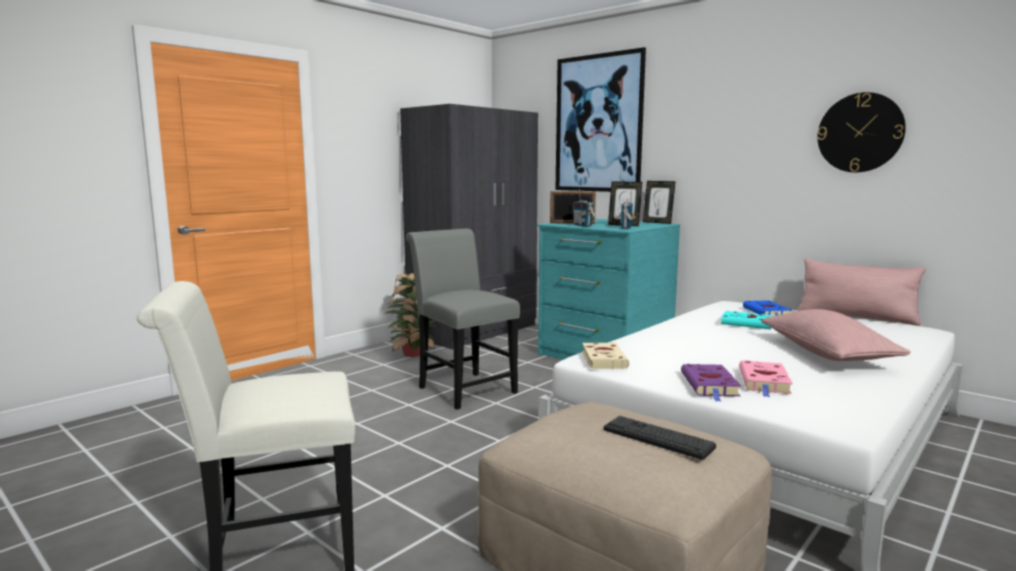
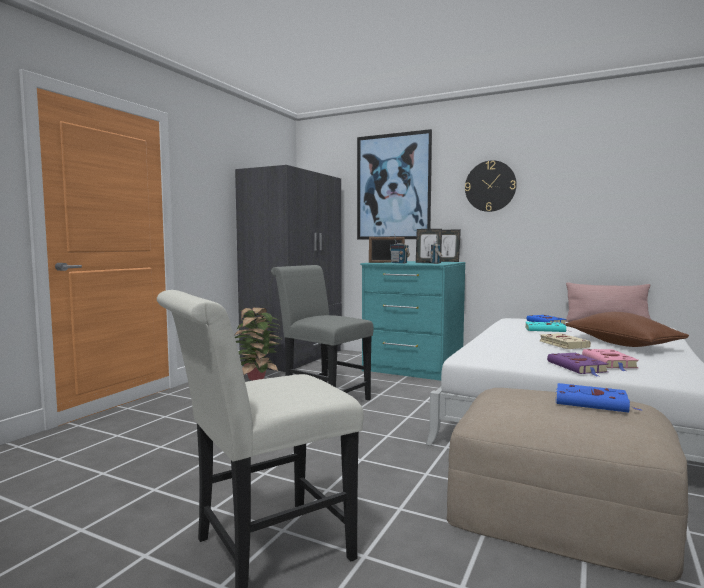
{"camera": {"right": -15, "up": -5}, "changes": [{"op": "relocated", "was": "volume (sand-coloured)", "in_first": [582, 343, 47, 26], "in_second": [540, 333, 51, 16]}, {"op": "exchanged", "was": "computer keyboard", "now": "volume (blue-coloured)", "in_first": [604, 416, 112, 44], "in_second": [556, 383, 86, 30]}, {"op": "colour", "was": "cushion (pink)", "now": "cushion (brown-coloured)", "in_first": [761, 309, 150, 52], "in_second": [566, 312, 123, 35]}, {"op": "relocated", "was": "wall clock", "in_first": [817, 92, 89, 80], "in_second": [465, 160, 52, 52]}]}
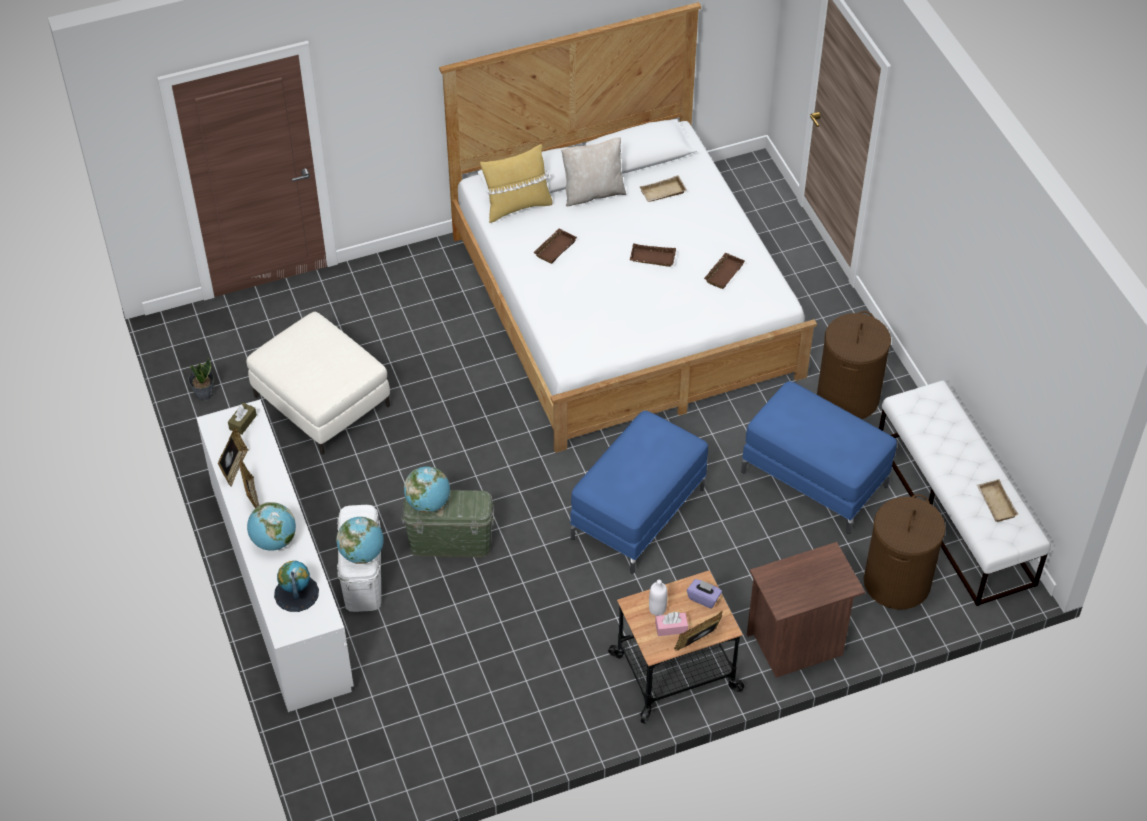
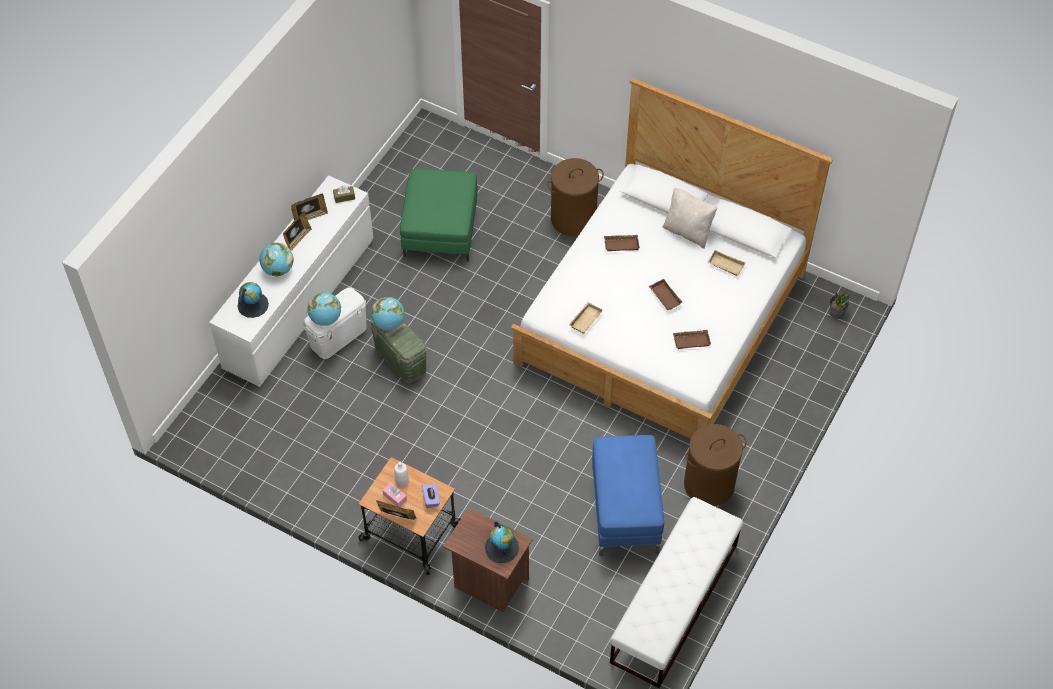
{"camera": {"right": 50, "up": 5}, "changes": [{"op": "relocated", "was": "houseplant", "in_first": [188, 358, 26, 43], "in_second": [830, 291, 20, 28]}, {"op": "colour", "was": "ottoman (white-coloured)", "now": "ottoman (greenish)", "in_first": [246, 312, 144, 143], "in_second": [400, 168, 77, 94]}, {"op": "missing", "was": "cushion (yellow-coloured)", "in_first": [480, 144, 72, 79]}, {"op": "missing", "was": "ottoman (blue-coloured)", "in_first": [570, 411, 138, 163]}, {"op": "relocated", "was": "hamper (brown-coloured)", "in_first": [864, 494, 82, 115], "in_second": [547, 158, 57, 79]}, {"op": "relocated", "was": "serving tray (sand-coloured)", "in_first": [977, 479, 42, 43], "in_second": [569, 302, 34, 32]}, {"op": "appeared", "now": "world globe", "in_second": [485, 521, 34, 42]}]}
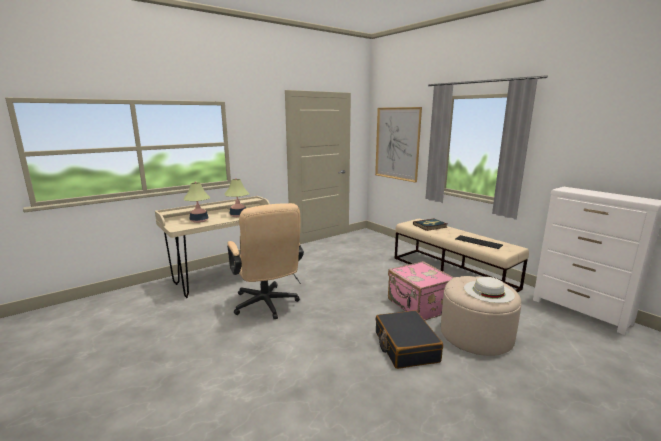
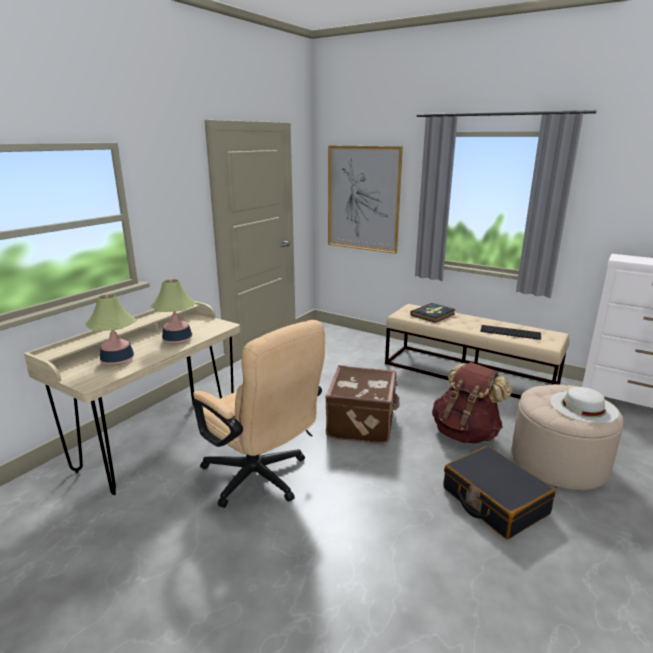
{"camera": {"right": -20, "up": 5}, "changes": [{"op": "exchanged", "was": "piece of luggage (pink)", "now": "knapsack (brown-coloured)", "in_first": [388, 261, 66, 59], "in_second": [432, 362, 80, 81]}, {"op": "appeared", "now": "piece of luggage (brown-coloured)", "in_second": [326, 365, 74, 79]}]}
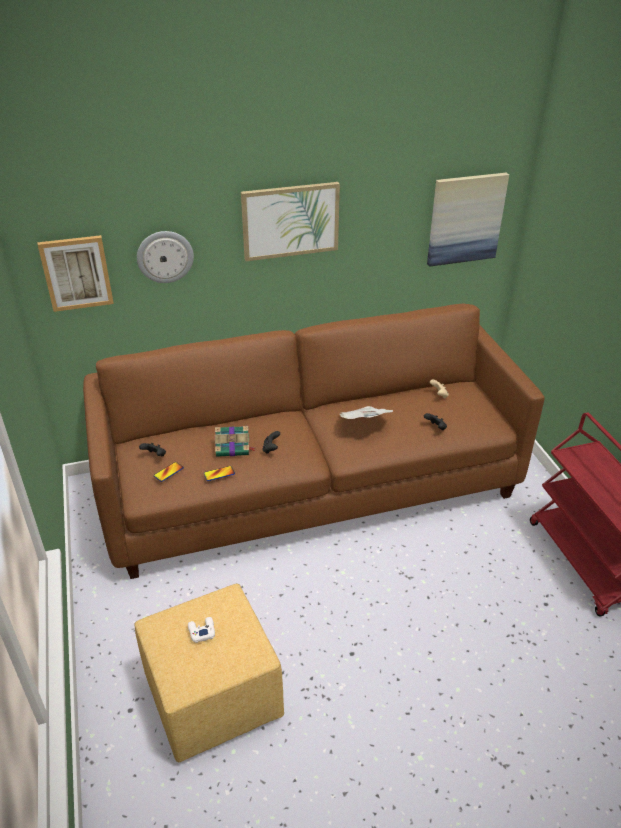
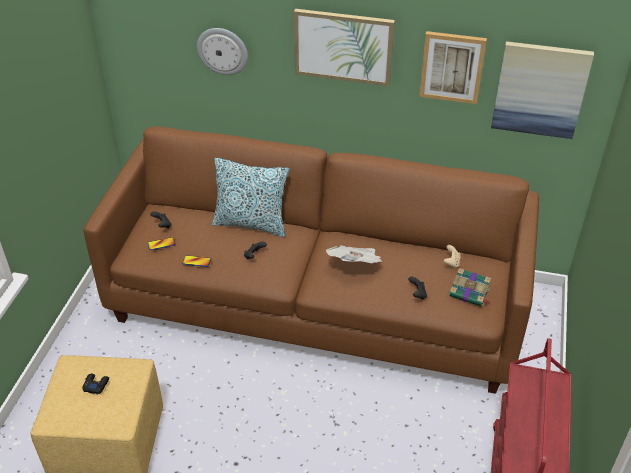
{"camera": {"right": 30, "up": 5}, "changes": [{"op": "relocated", "was": "wall picture", "in_first": [38, 235, 76, 77], "in_second": [419, 31, 68, 73]}, {"op": "colour", "was": "gamepad (white-coloured)", "now": "gamepad (blackish)", "in_first": [188, 617, 27, 26], "in_second": [82, 374, 27, 20]}, {"op": "relocated", "was": "volume", "in_first": [215, 426, 41, 31], "in_second": [449, 268, 42, 38]}, {"op": "appeared", "now": "cushion", "in_second": [212, 158, 77, 79]}]}
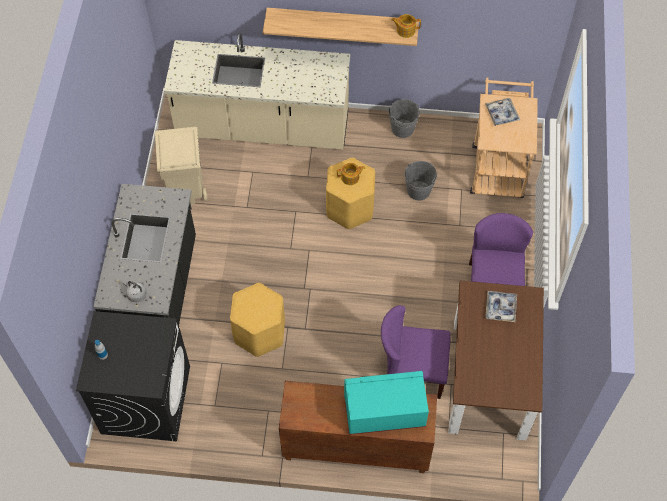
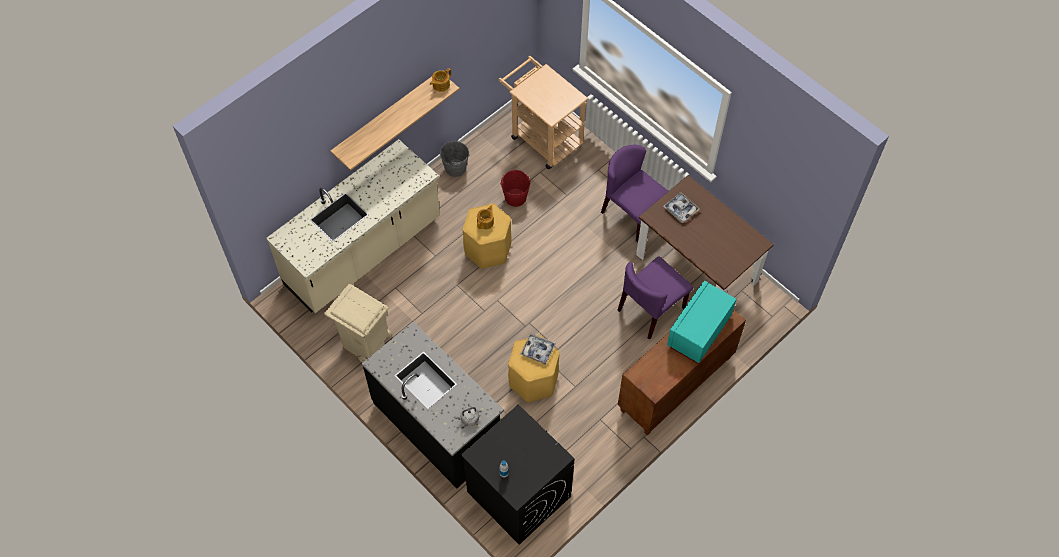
{"camera": {"right": -50, "up": 0}, "changes": [{"op": "colour", "was": "pail (gray)", "now": "pail (red)", "in_first": [405, 161, 32, 40], "in_second": [500, 170, 31, 37]}, {"op": "relocated", "was": "serving tray", "in_first": [485, 98, 35, 28], "in_second": [520, 333, 36, 32]}]}
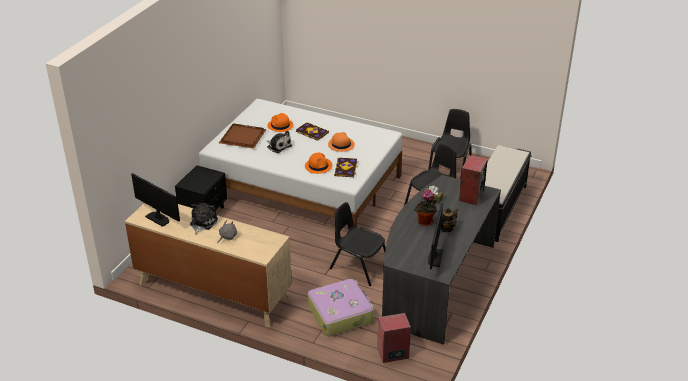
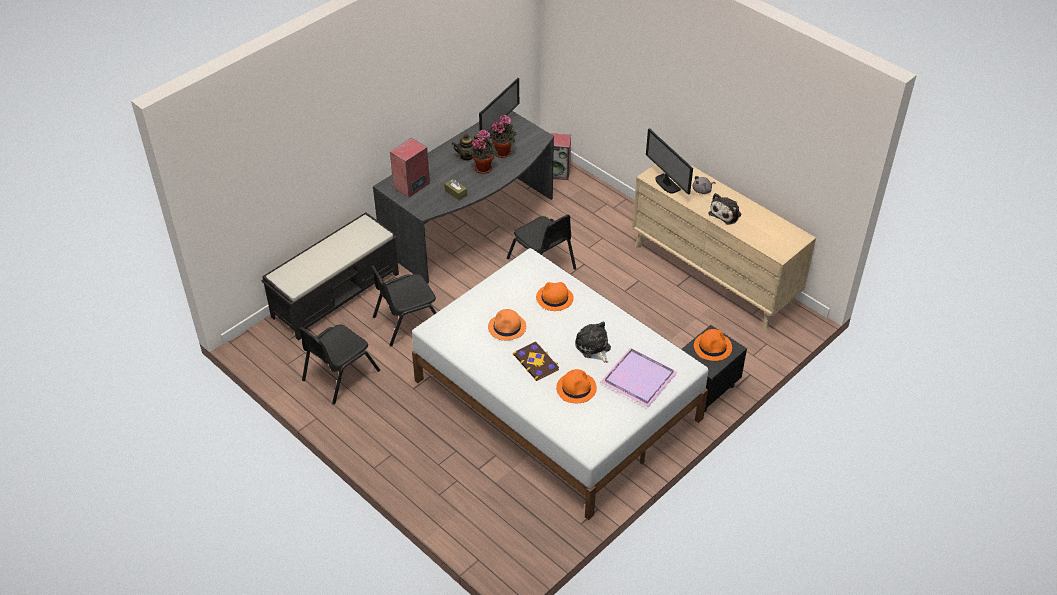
{"camera": {"right": -160, "up": 10}, "changes": [{"op": "relocated", "was": "computer display", "in_first": [131, 173, 49, 54], "in_second": [646, 128, 47, 67]}, {"op": "colour", "was": "serving tray (brown-coloured)", "now": "serving tray (purplish)", "in_first": [219, 123, 48, 26], "in_second": [601, 348, 77, 59]}, {"op": "missing", "was": "piece of luggage", "in_first": [307, 279, 67, 57]}, {"op": "missing", "was": "volume", "in_first": [334, 157, 24, 20]}, {"op": "appeared", "now": "houseplant", "in_second": [489, 115, 27, 43]}, {"op": "appeared", "now": "wearable hat (orange)", "in_second": [694, 329, 38, 32]}]}
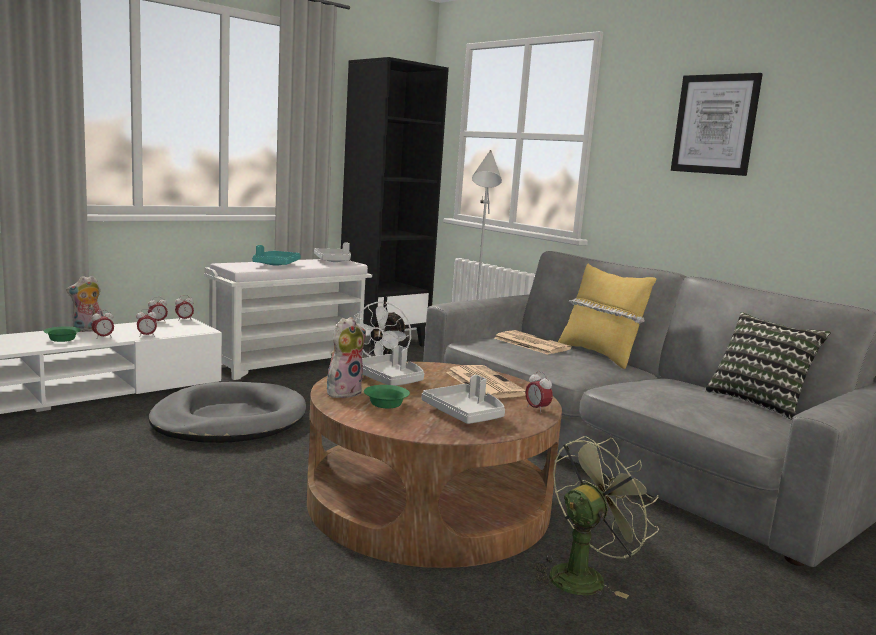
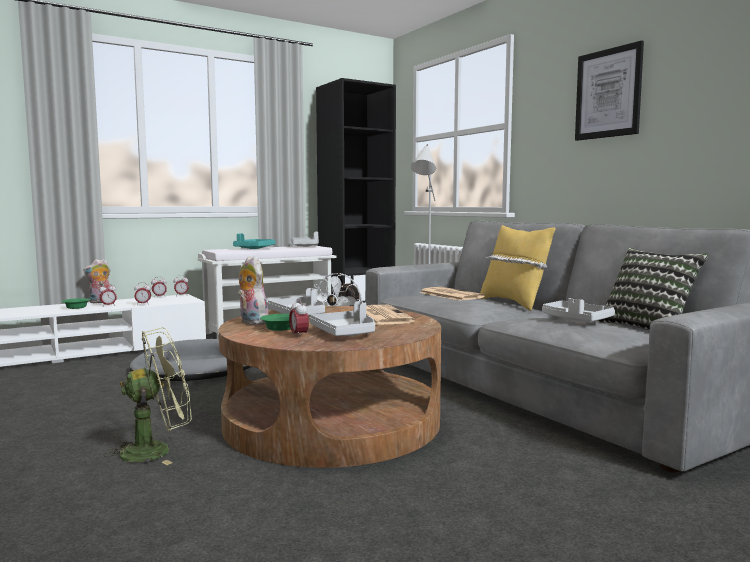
{"camera": {"right": 10, "up": -5}, "changes": [{"op": "spun", "was": "soft toy", "in_first": [327, 317, 39, 81], "in_second": [238, 256, 31, 69], "clockwise": -90}, {"op": "relocated", "was": "table clock", "in_first": [526, 371, 27, 42], "in_second": [289, 299, 20, 39]}, {"op": "relocated", "was": "electric fan (greenish)", "in_first": [533, 436, 126, 163], "in_second": [103, 327, 89, 138]}, {"op": "appeared", "now": "serving tray (gray)", "in_second": [542, 298, 73, 23]}]}
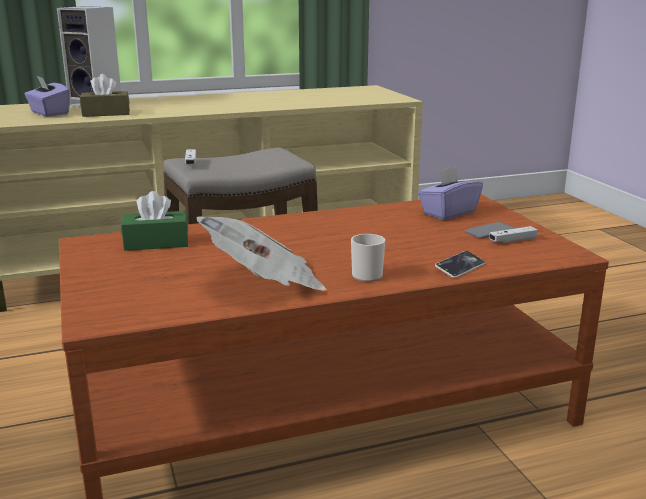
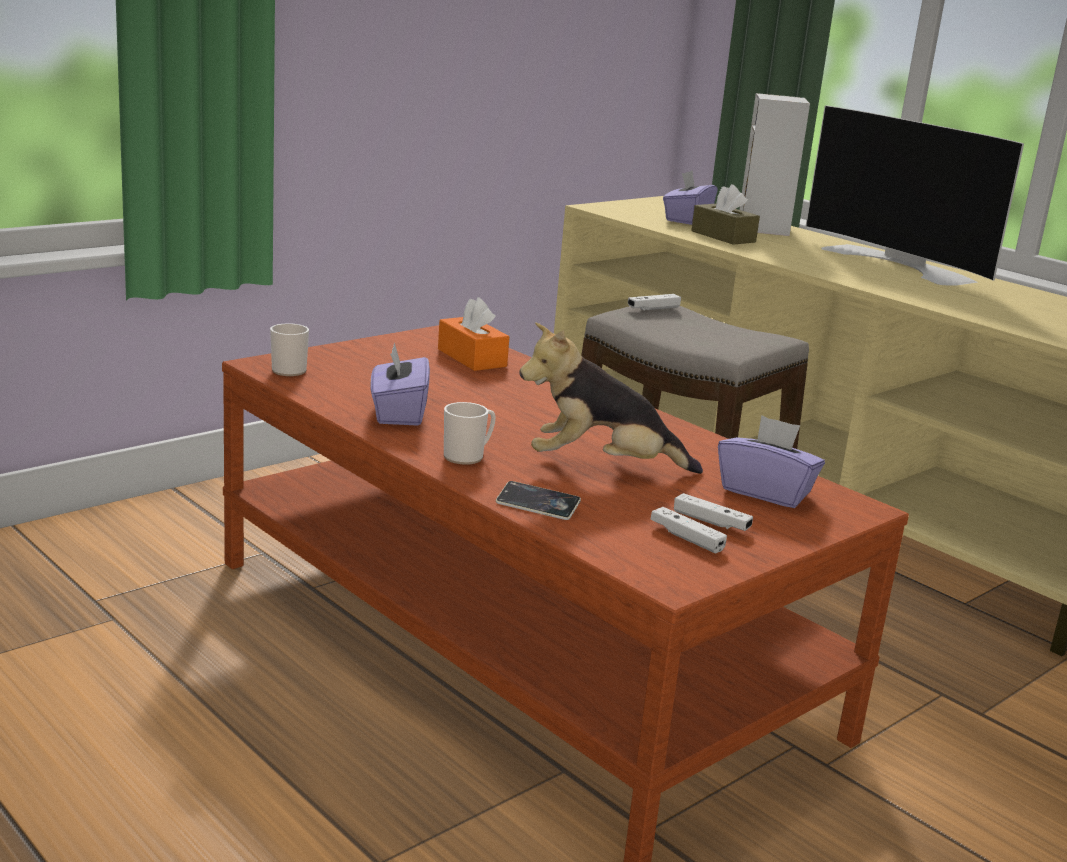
{"camera": {"right": 65, "up": 0}, "changes": [{"op": "colour", "was": "tissue holder (greenish)", "now": "tissue holder (orange)", "in_first": [121, 191, 67, 60], "in_second": [438, 297, 71, 74]}, {"op": "exchanged", "was": "daily paper", "now": "tissue holder (purplish)", "in_first": [197, 216, 130, 75], "in_second": [371, 342, 59, 84]}, {"op": "exchanged", "was": "handset", "now": "gamepad (white-coloured)", "in_first": [465, 222, 50, 16], "in_second": [674, 493, 79, 38]}, {"op": "appeared", "now": "mug", "in_second": [270, 323, 39, 53]}, {"op": "appeared", "now": "soft toy", "in_second": [519, 323, 184, 151]}, {"op": "appeared", "now": "TV", "in_second": [806, 105, 218, 181]}]}
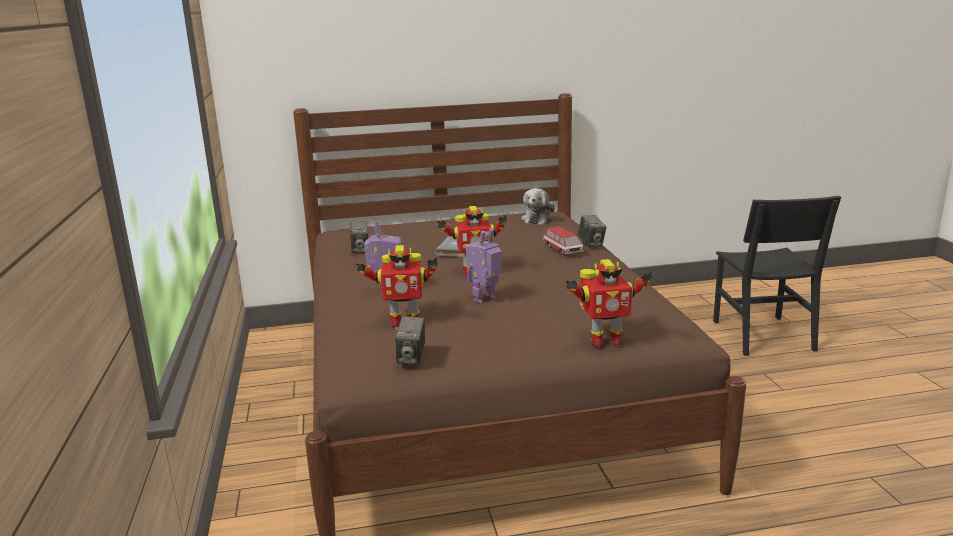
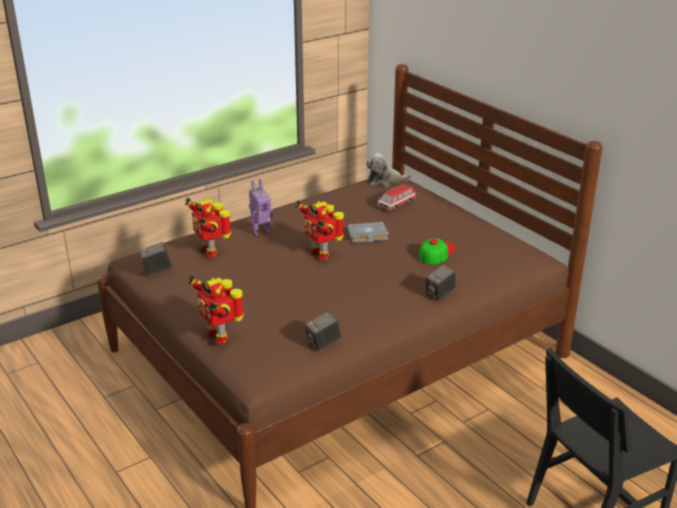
{"camera": {"right": 65, "up": 10}, "changes": [{"op": "relocated", "was": "photo camera", "in_first": [349, 221, 19, 32], "in_second": [305, 311, 36, 40]}, {"op": "missing", "was": "model robot", "in_first": [465, 228, 37, 75]}, {"op": "relocated", "was": "soft toy", "in_first": [522, 188, 33, 37], "in_second": [366, 153, 46, 34]}, {"op": "relocated", "was": "model car", "in_first": [543, 226, 41, 29], "in_second": [377, 184, 38, 27]}, {"op": "appeared", "now": "cap", "in_second": [419, 238, 37, 26]}]}
